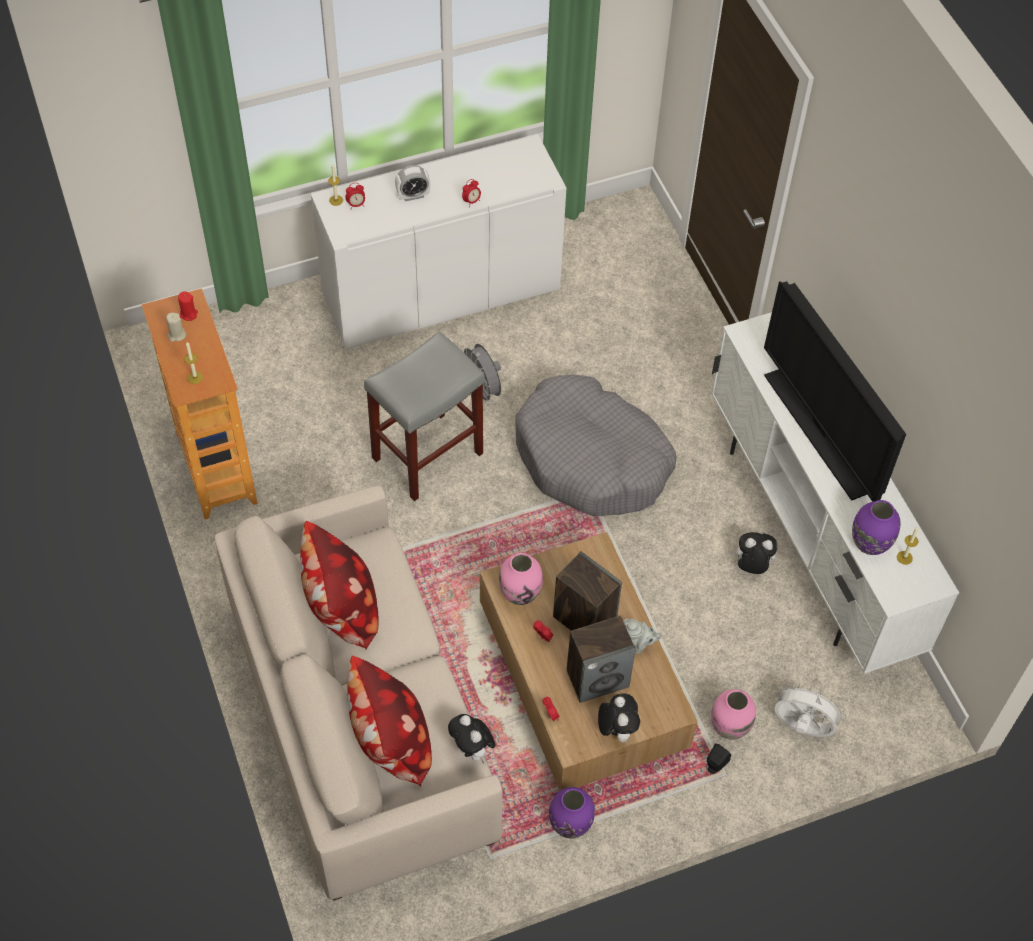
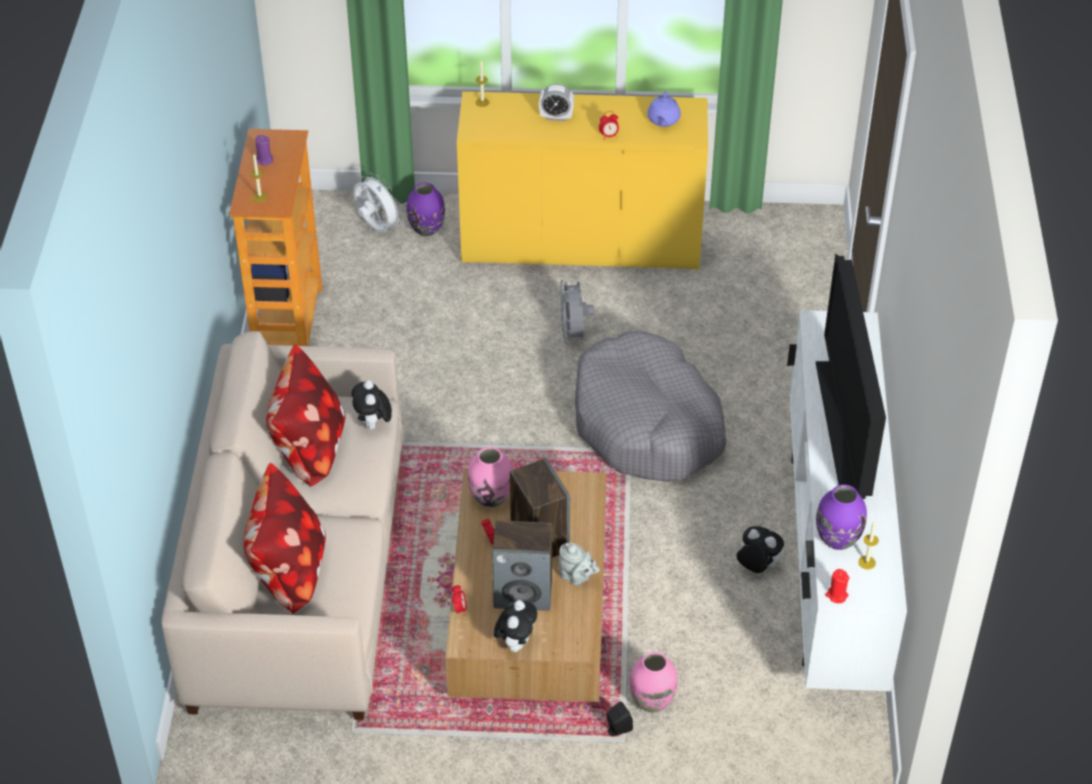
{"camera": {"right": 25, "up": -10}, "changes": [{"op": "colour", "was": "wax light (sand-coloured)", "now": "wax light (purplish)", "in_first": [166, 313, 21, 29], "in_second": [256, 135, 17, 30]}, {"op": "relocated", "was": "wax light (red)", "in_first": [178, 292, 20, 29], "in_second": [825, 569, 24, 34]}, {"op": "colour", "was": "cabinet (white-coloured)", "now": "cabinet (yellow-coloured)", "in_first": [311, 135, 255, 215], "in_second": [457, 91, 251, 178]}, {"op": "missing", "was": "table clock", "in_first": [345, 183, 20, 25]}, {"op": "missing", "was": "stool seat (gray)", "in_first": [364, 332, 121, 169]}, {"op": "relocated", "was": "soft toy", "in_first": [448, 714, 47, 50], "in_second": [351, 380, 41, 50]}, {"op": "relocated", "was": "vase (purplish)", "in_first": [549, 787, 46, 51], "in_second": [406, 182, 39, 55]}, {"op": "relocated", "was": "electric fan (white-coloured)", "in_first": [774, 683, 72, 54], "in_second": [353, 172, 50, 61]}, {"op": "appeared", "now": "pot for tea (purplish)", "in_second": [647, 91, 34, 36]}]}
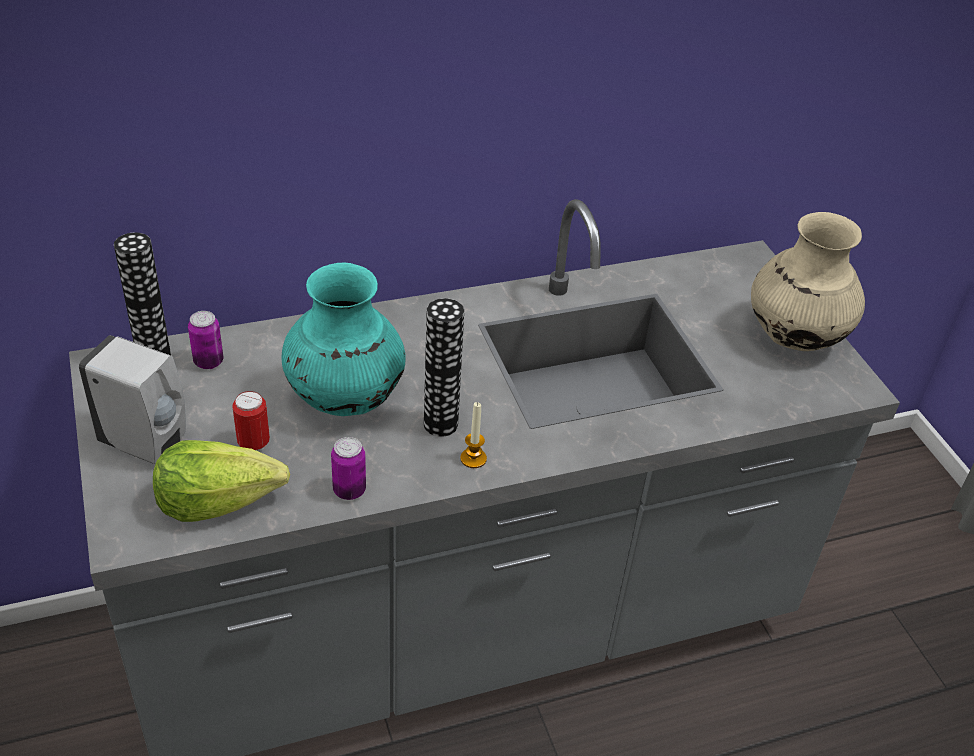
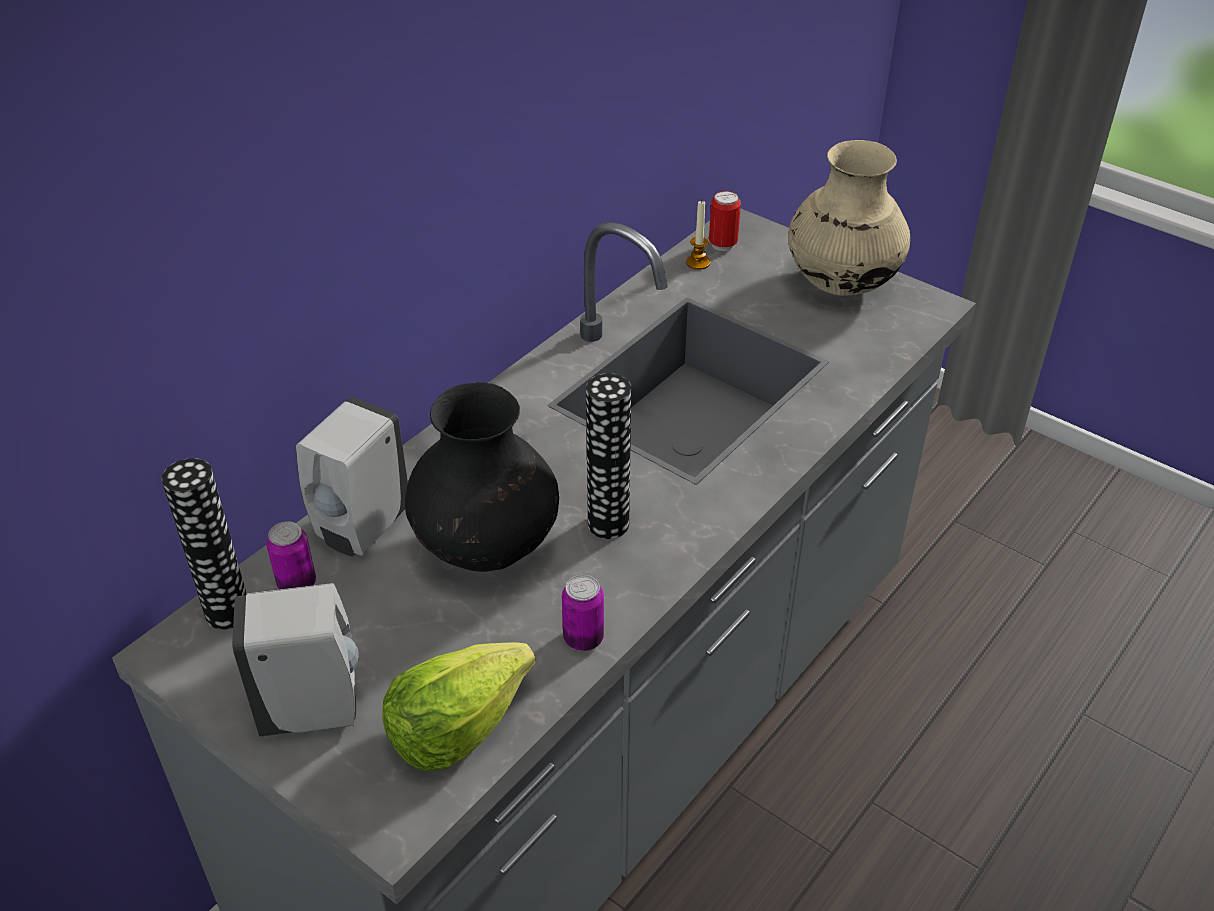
{"camera": {"right": -30, "up": 0}, "changes": [{"op": "relocated", "was": "sealed can", "in_first": [232, 391, 38, 61], "in_second": [709, 191, 32, 60]}, {"op": "colour", "was": "vase (blue-green)", "now": "vase (blackish)", "in_first": [282, 262, 124, 154], "in_second": [405, 382, 154, 190]}, {"op": "relocated", "was": "wax light", "in_first": [460, 402, 27, 66], "in_second": [686, 200, 24, 70]}, {"op": "appeared", "now": "soap dispenser (white-coloured)", "in_second": [296, 397, 112, 160]}]}
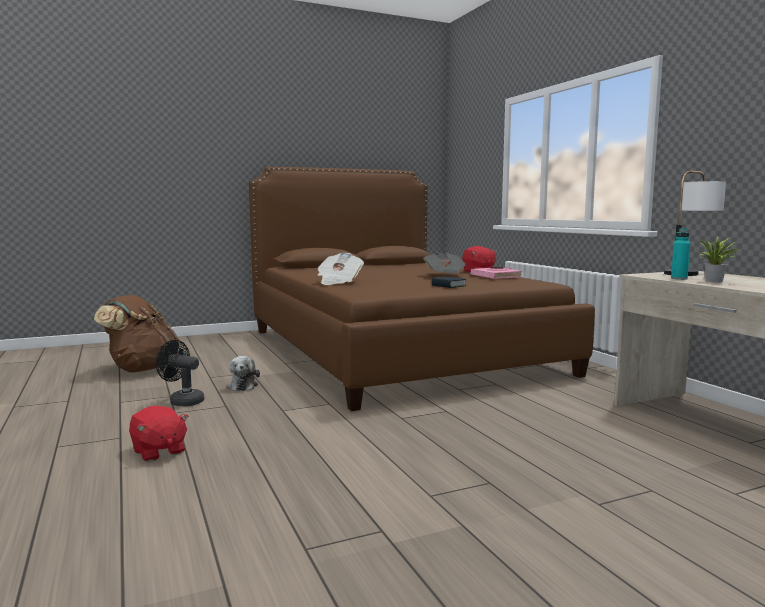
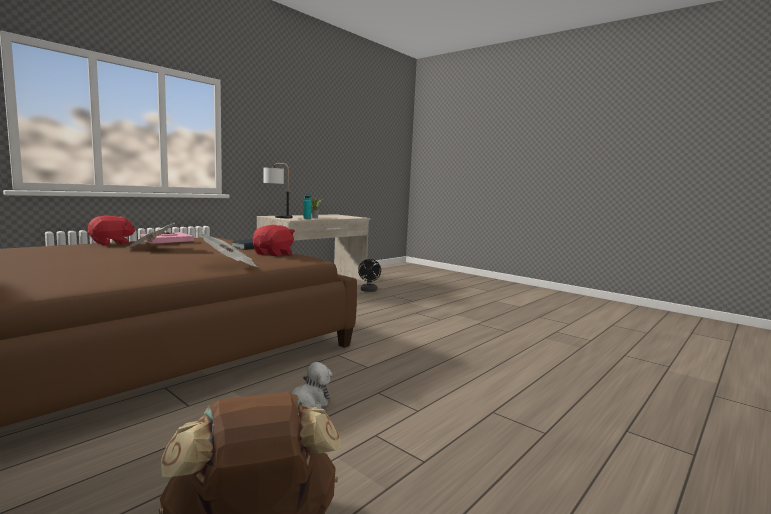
{"camera": {"right": -115, "up": 0}, "changes": [{"op": "relocated", "was": "soft toy (red)", "in_first": [129, 406, 60, 56], "in_second": [253, 225, 42, 31]}, {"op": "relocated", "was": "electric fan (blackish)", "in_first": [156, 340, 49, 66], "in_second": [358, 259, 23, 33]}]}
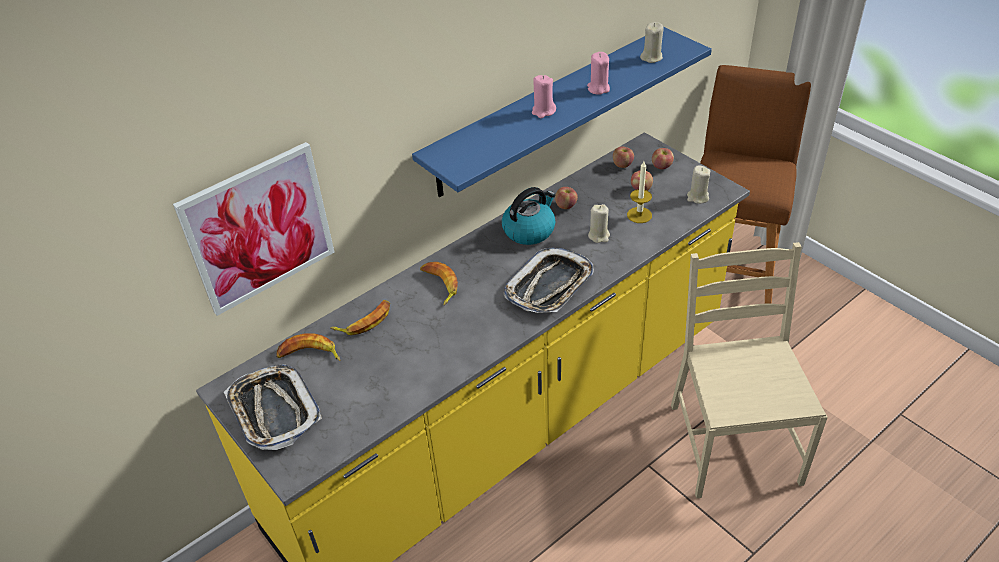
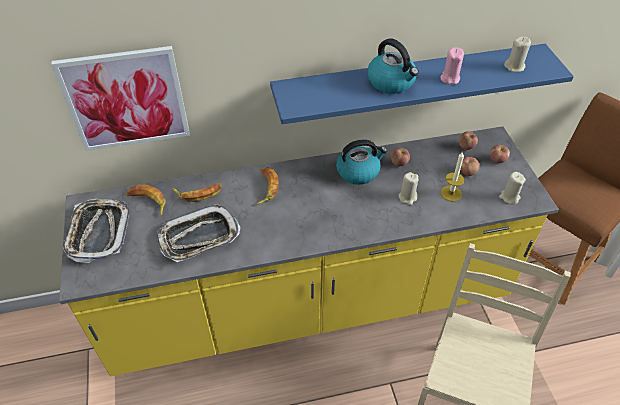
{"camera": {"right": 25, "up": 5}, "changes": [{"op": "relocated", "was": "serving tray", "in_first": [504, 247, 90, 66], "in_second": [157, 205, 84, 57]}, {"op": "exchanged", "was": "wax light (pink)", "now": "tea kettle", "in_first": [532, 75, 24, 43], "in_second": [367, 38, 52, 56]}]}
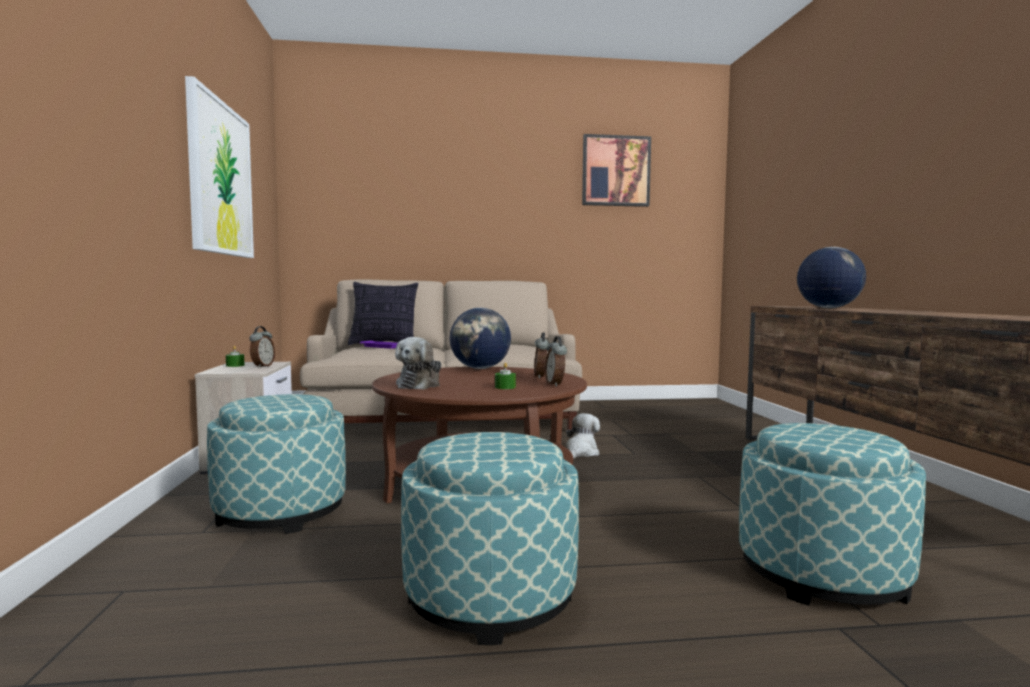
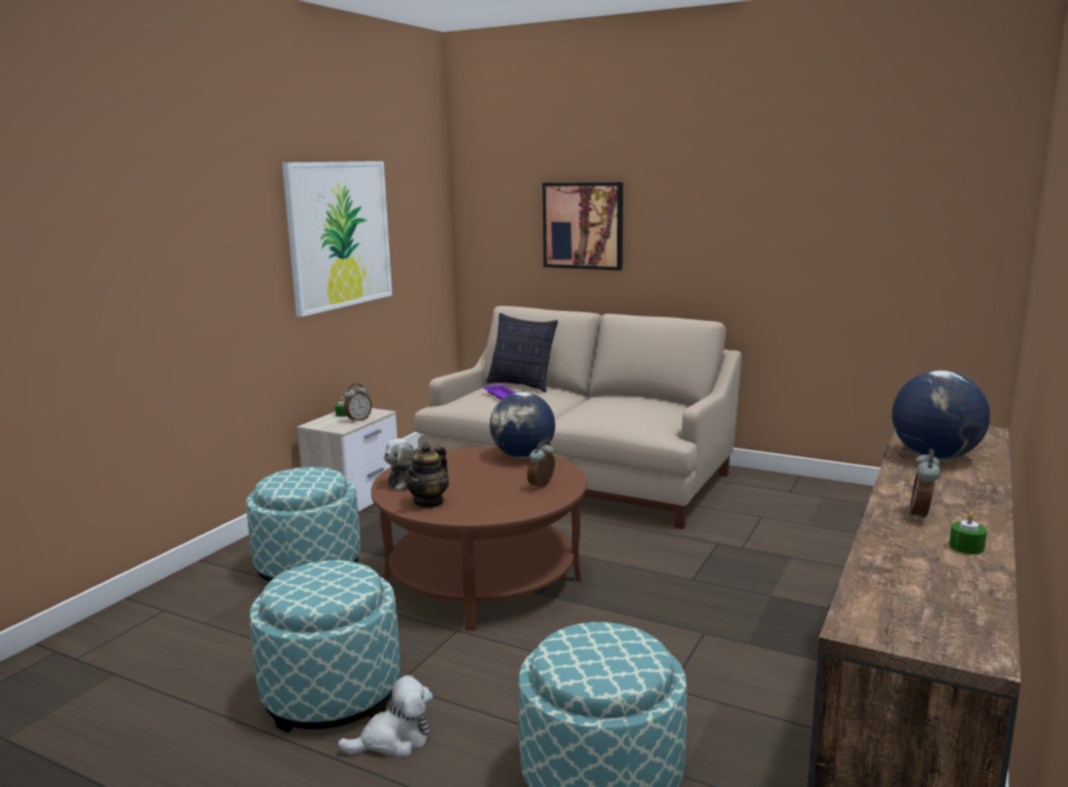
{"camera": {"right": 35, "up": 10}, "changes": [{"op": "relocated", "was": "wax light (greenish)", "in_first": [495, 362, 21, 27], "in_second": [949, 512, 38, 42]}, {"op": "relocated", "was": "table clock", "in_first": [545, 336, 22, 51], "in_second": [910, 449, 31, 72]}, {"op": "relocated", "was": "soft toy", "in_first": [566, 413, 34, 46], "in_second": [338, 675, 95, 83]}, {"op": "relocated", "was": "wall picture", "in_first": [582, 134, 69, 73], "in_second": [542, 182, 81, 88]}, {"op": "appeared", "now": "pot for tea", "in_second": [405, 443, 44, 65]}]}
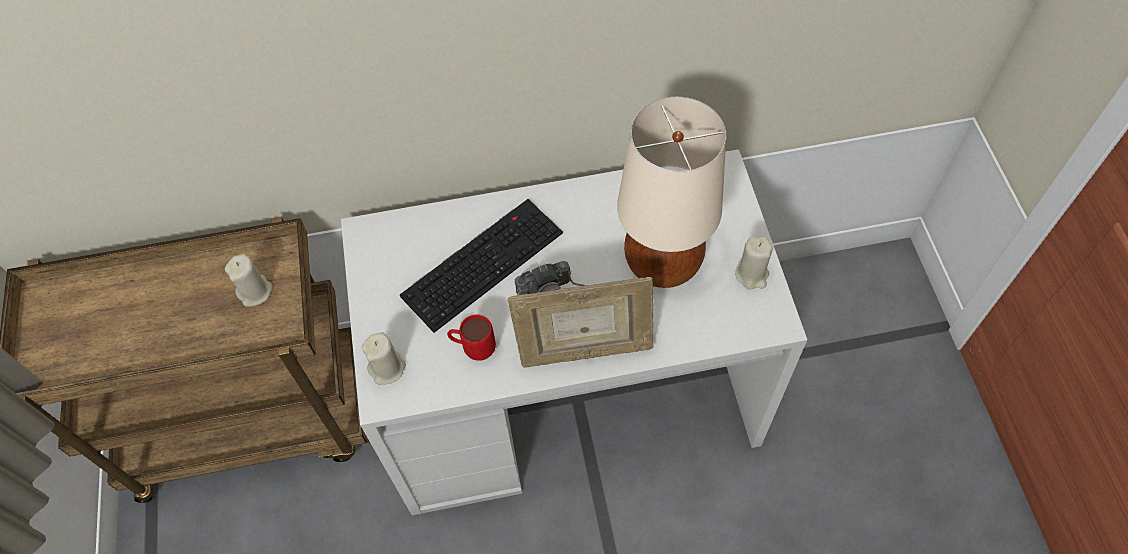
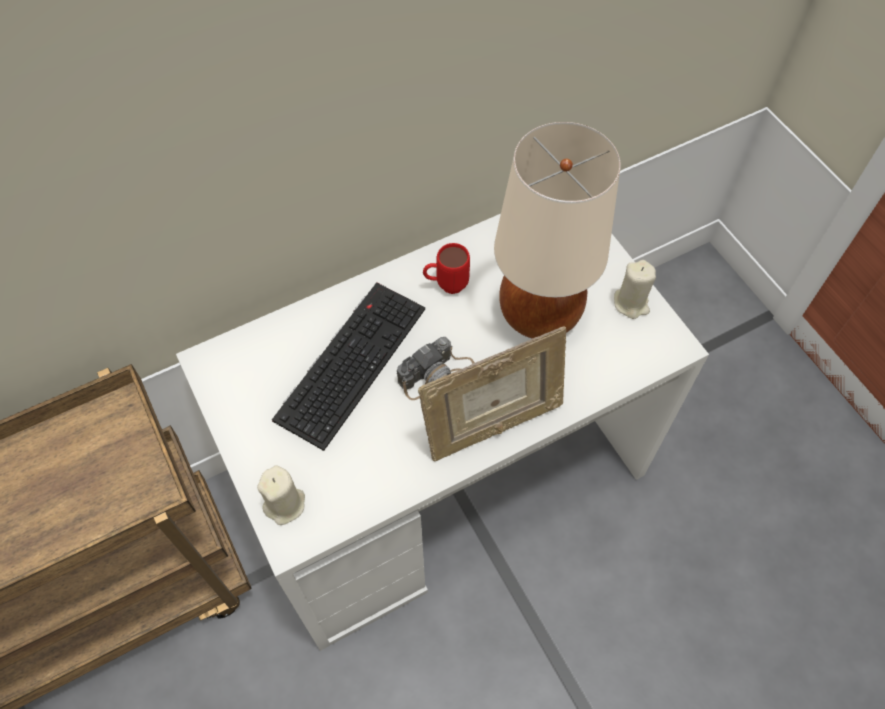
{"camera": {"right": -20, "up": 0}, "changes": [{"op": "missing", "was": "wax light (sand-coloured)", "in_first": [225, 254, 48, 53]}, {"op": "relocated", "was": "mug (red)", "in_first": [447, 315, 49, 46], "in_second": [423, 243, 47, 51]}]}
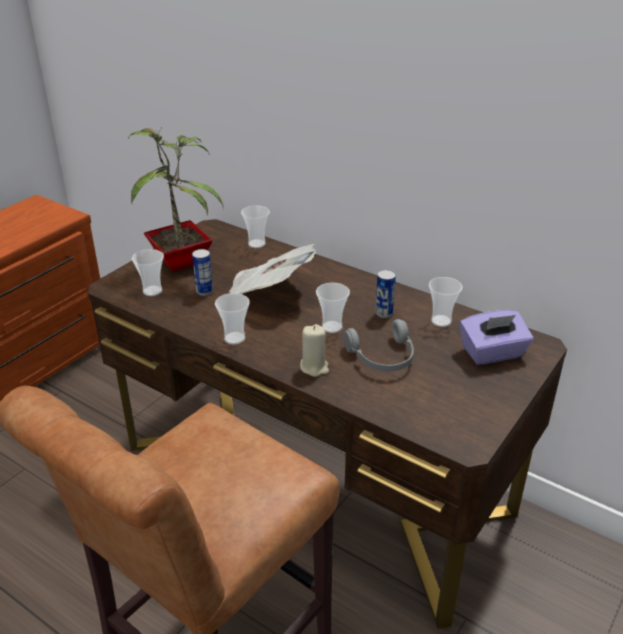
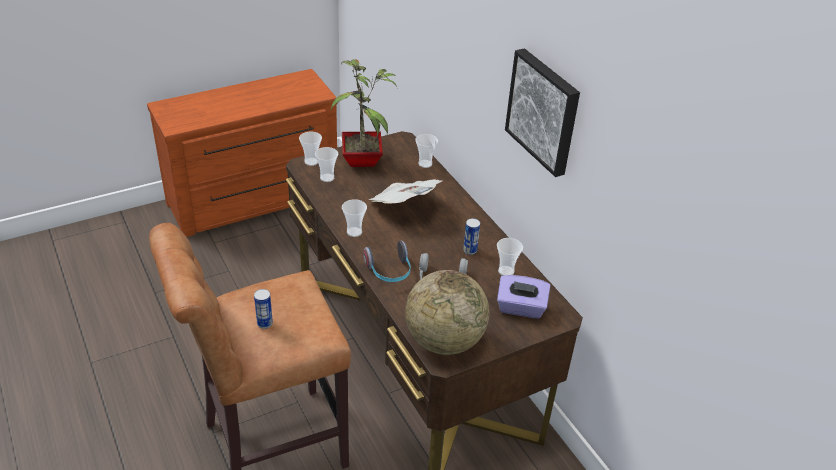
{"camera": {"right": 25, "up": 5}, "changes": [{"op": "relocated", "was": "sealed can", "in_first": [192, 249, 21, 47], "in_second": [254, 289, 19, 40]}, {"op": "exchanged", "was": "wax light (sand-coloured)", "now": "headset", "in_first": [300, 324, 29, 53], "in_second": [363, 241, 48, 41]}, {"op": "relocated", "was": "cup", "in_first": [316, 283, 34, 50], "in_second": [299, 132, 23, 34]}, {"op": "appeared", "now": "world globe", "in_second": [405, 270, 85, 85]}, {"op": "appeared", "now": "wall picture", "in_second": [505, 48, 75, 129]}]}
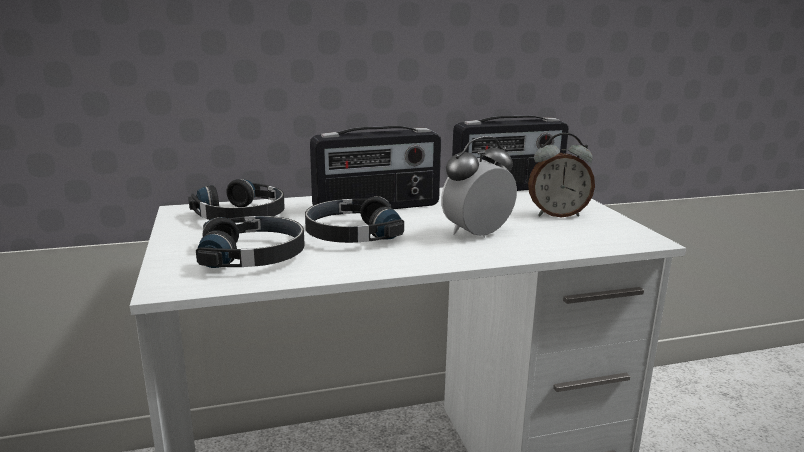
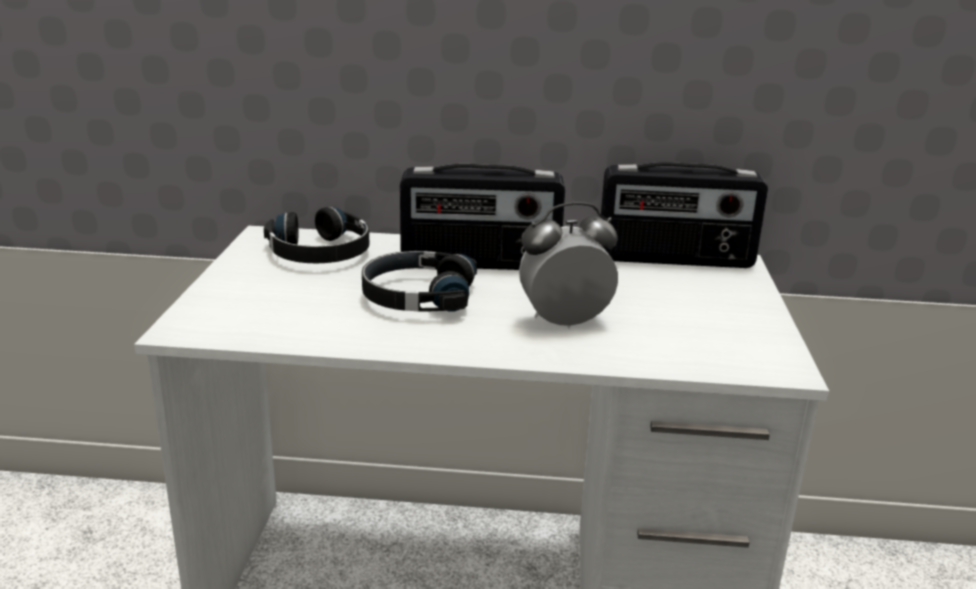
{"camera": {"right": 20, "up": 5}, "changes": [{"op": "missing", "was": "headset (blackish)", "in_first": [196, 216, 109, 52]}, {"op": "missing", "was": "table clock", "in_first": [528, 133, 67, 85]}]}
